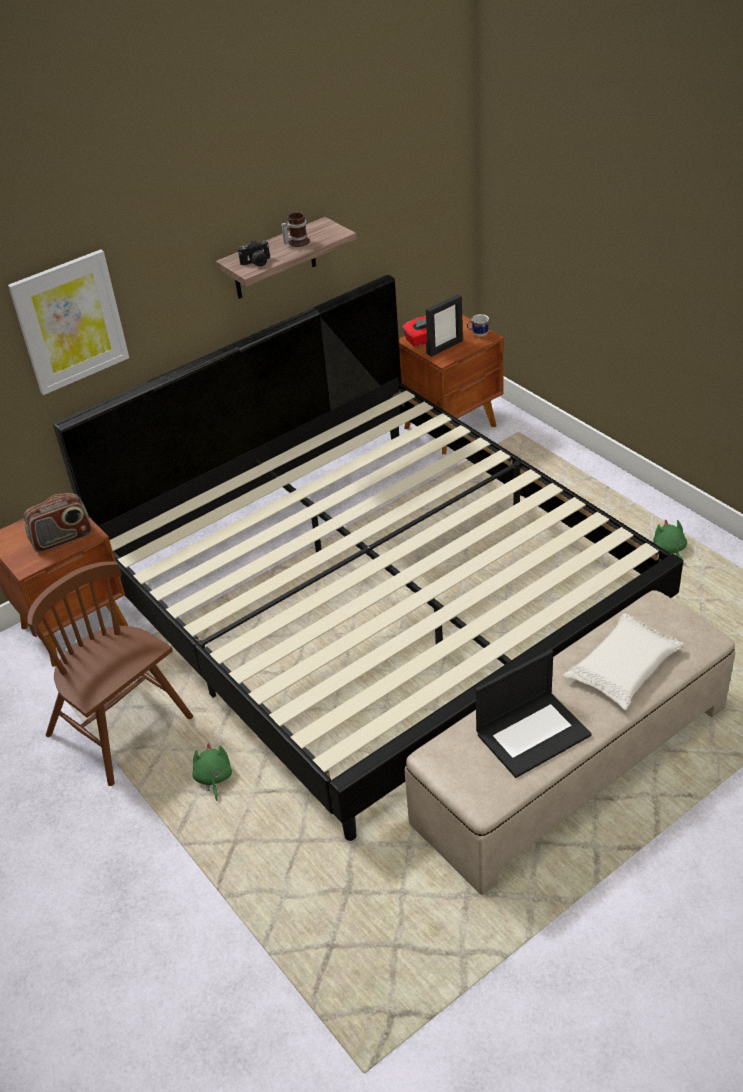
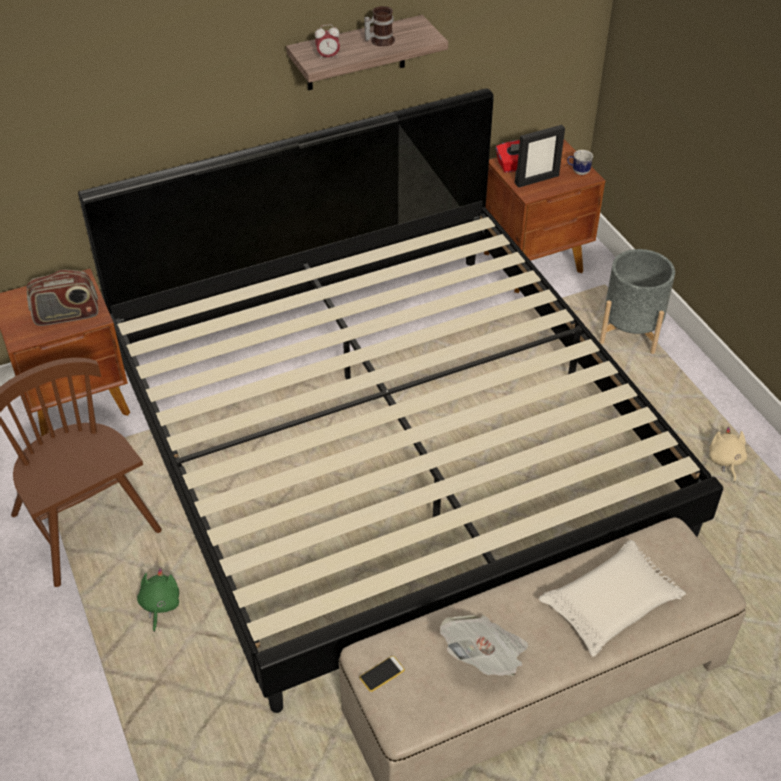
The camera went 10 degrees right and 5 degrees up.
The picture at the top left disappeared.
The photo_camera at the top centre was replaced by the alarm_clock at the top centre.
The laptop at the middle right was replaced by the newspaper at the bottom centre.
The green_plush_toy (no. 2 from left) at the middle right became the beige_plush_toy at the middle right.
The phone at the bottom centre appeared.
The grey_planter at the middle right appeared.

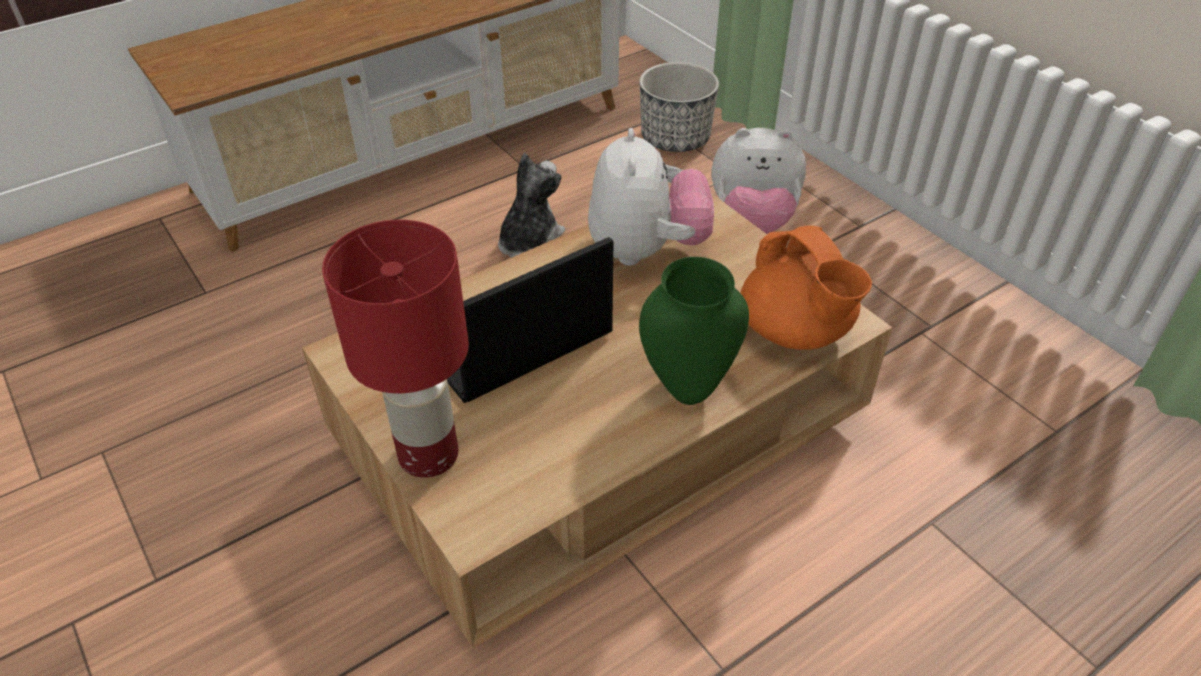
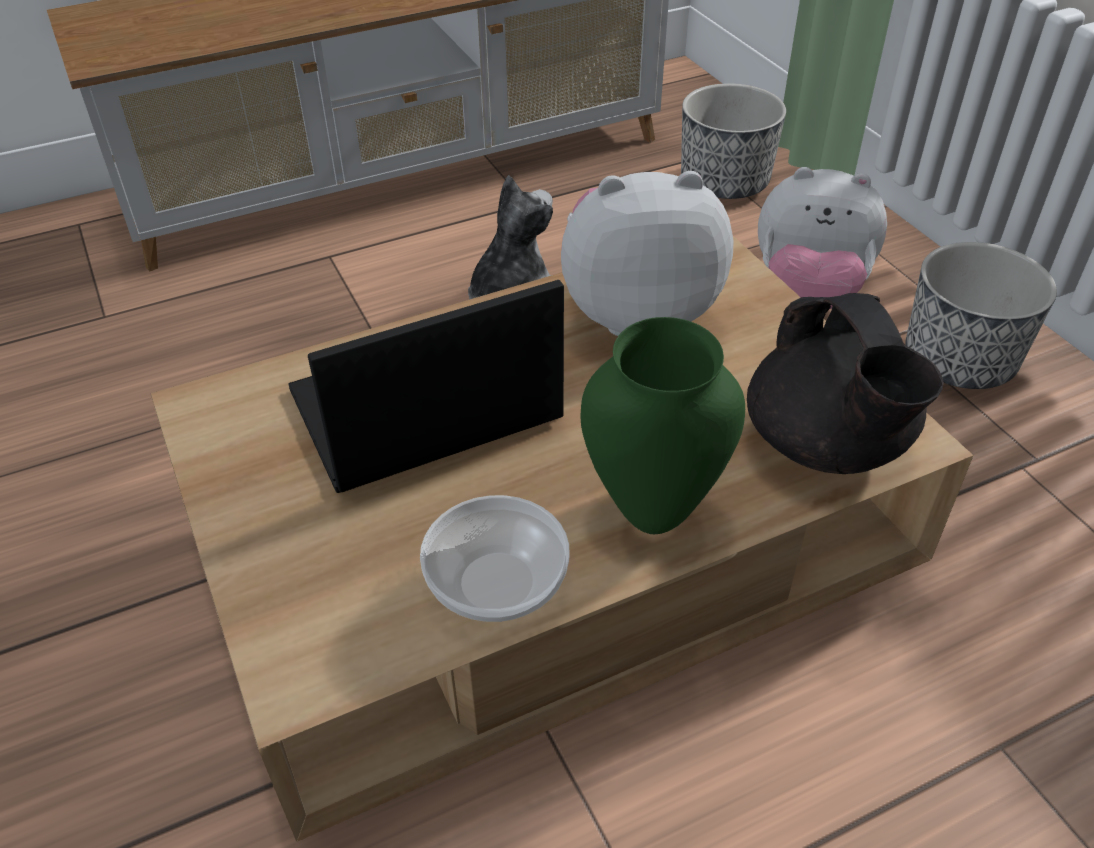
The camera went 10 degrees right and 0 degrees up.
The red_table_lamp at the middle left disappeared.
The plush_toy (no. 2 from left) at the top centre turned 105 degrees counterclockwise.
The orange_teapot at the middle right became the black_teapot at the middle right.
The bowl at the centre appeared.
The planter (no. 2 from left) at the middle right appeared.

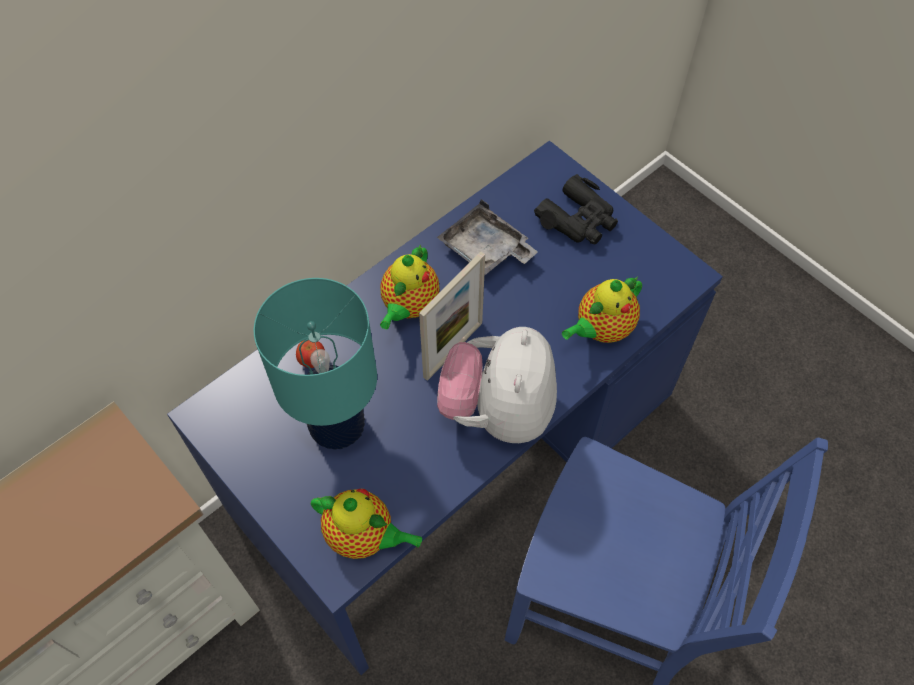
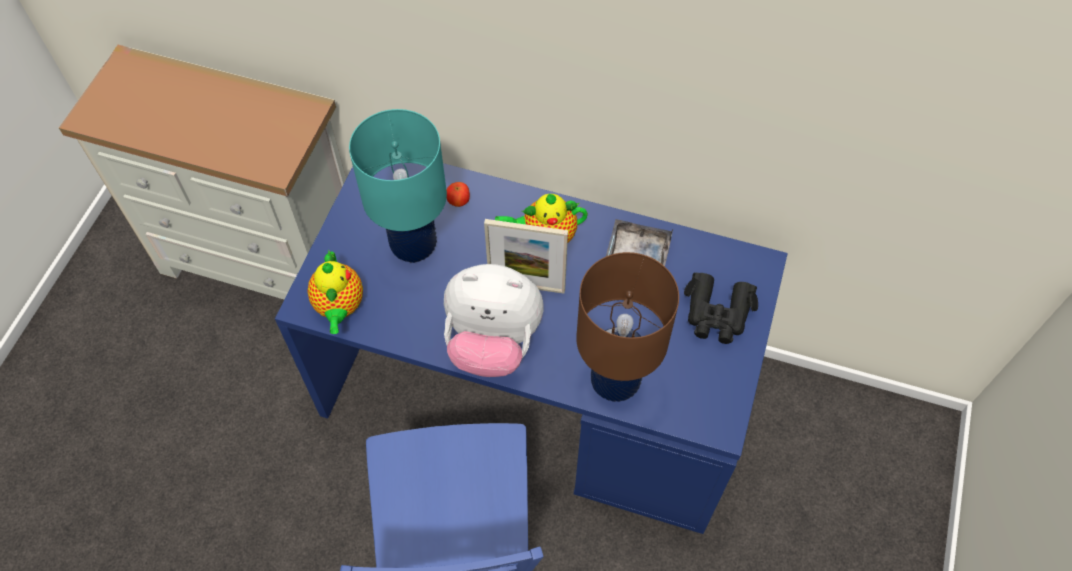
The camera went 60 degrees right and 0 degrees up.
The plush_toy at the centre turned 150 degrees counterclockwise.
The teapot (no. 3 from left) at the centre was replaced by the brown_table_lamp at the centre.

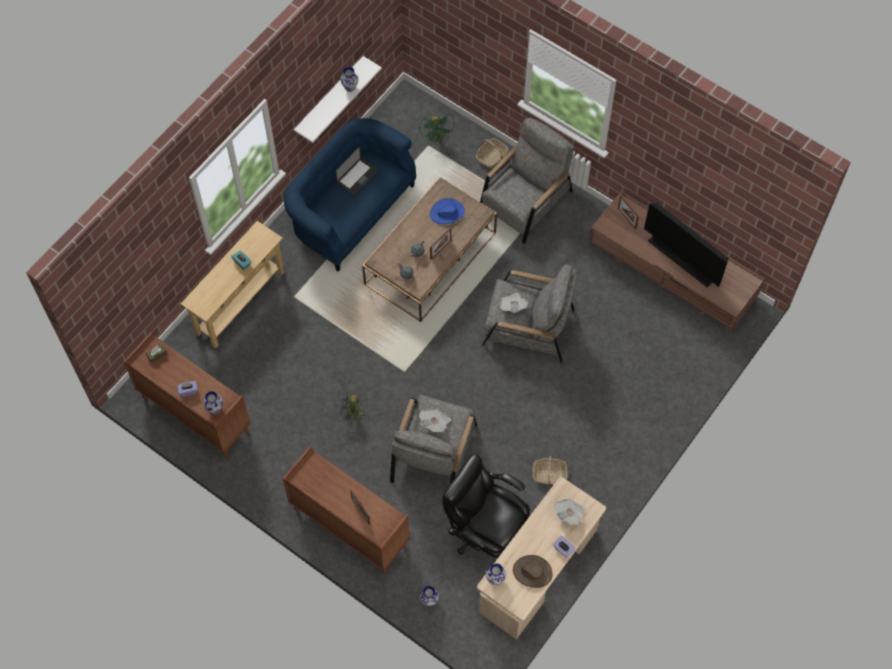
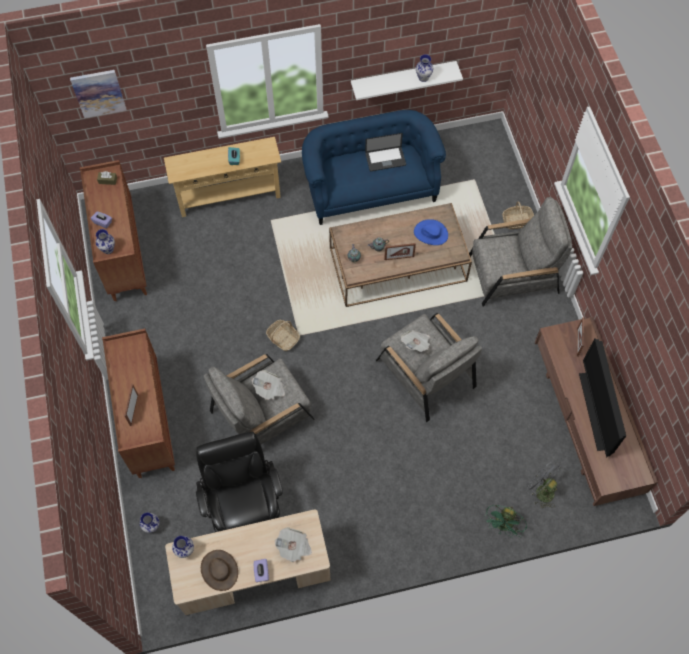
The camera went 40 degrees right and 0 degrees up.
The grey_fan moved from the centre to the bottom right.
The green_fan moved from the top centre to the bottom right.
The basket (no. 2 from left in the first image) moved from the bottom centre to the centre.
The picture at the top left appeared.

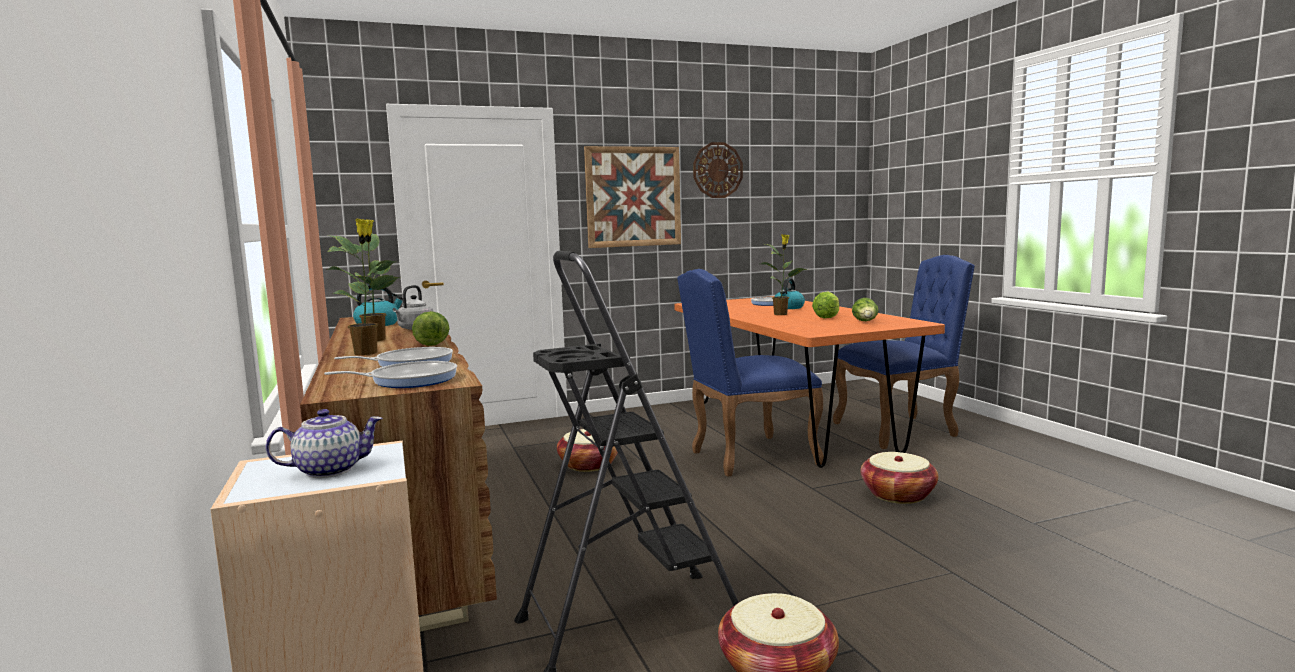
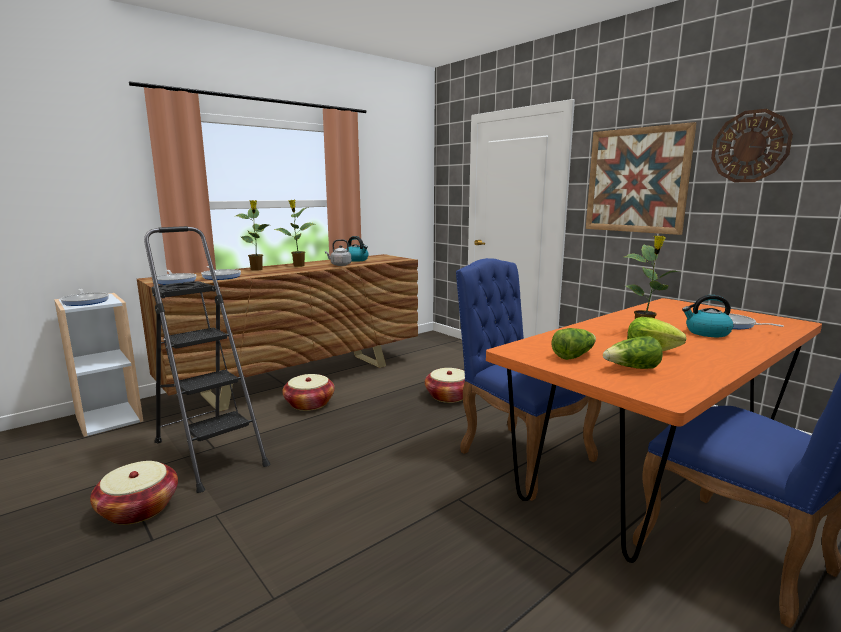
The camera went 70 degrees right and 5 degrees up.
The teapot at the middle left was replaced by the frying_pan (no. 1 from left) at the middle left.
The lettuce (no. 1 from left) moved from the middle left to the middle right.
The basket (no. 3 from left in the first image) moved from the bottom right to the centre.

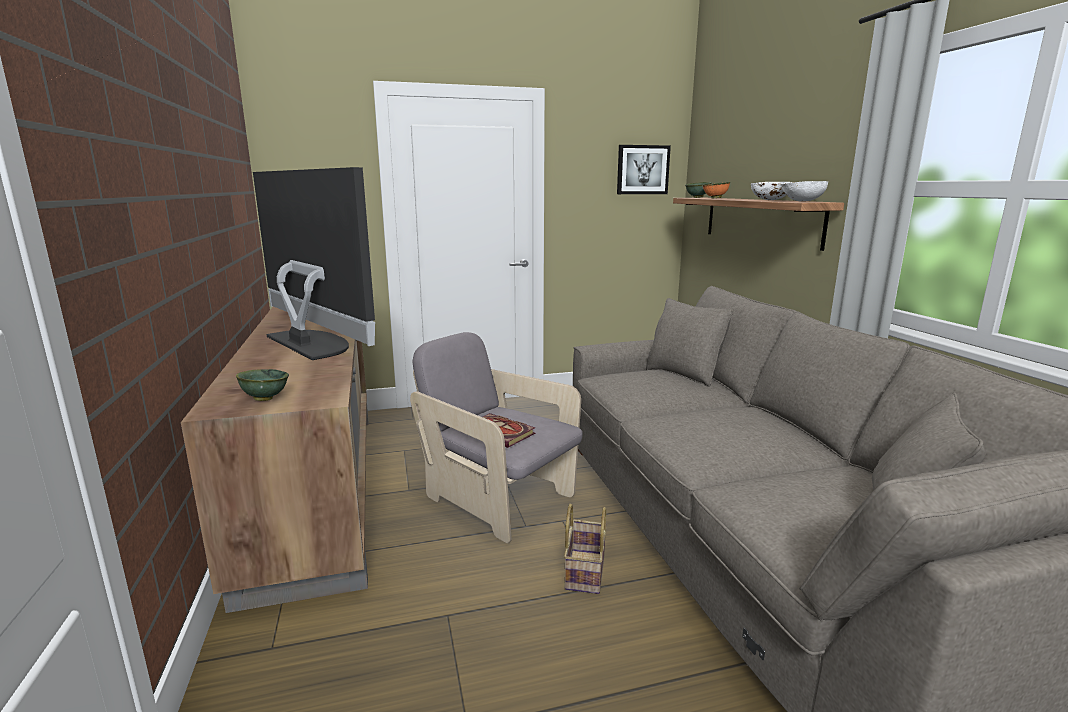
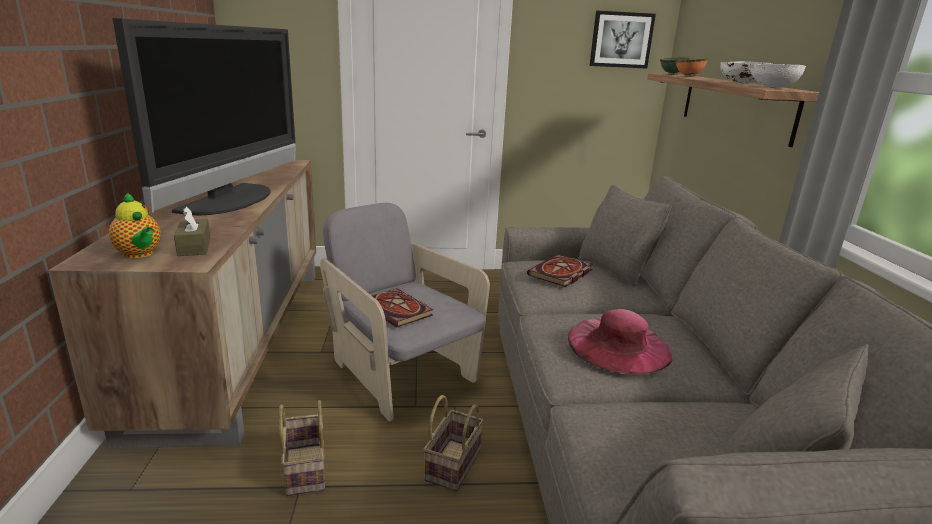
The camera went 10 degrees right and 5 degrees up.
The green_bowl (no. 1 from left) at the middle left was replaced by the teapot at the middle left.
The television at the middle left turned 45 degrees clockwise.
The brown_tissue_box at the middle left appeared.
The basket (no. 1 from left) at the bottom left appeared.
The book (no. 2 from left) at the centre appeared.
The pink_hat at the centre appeared.

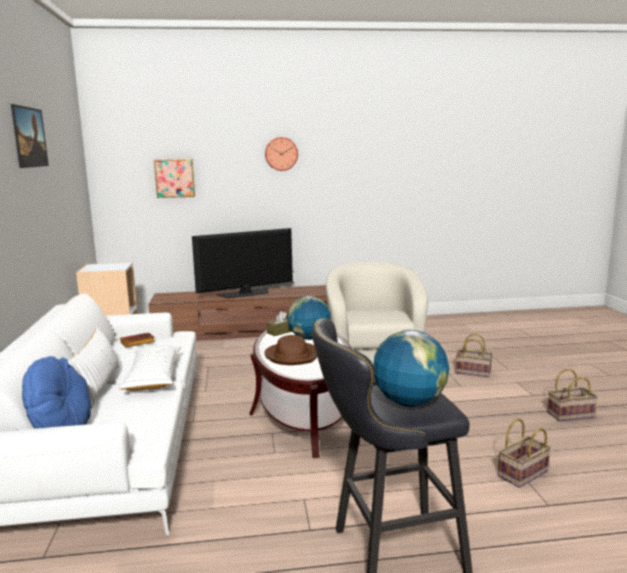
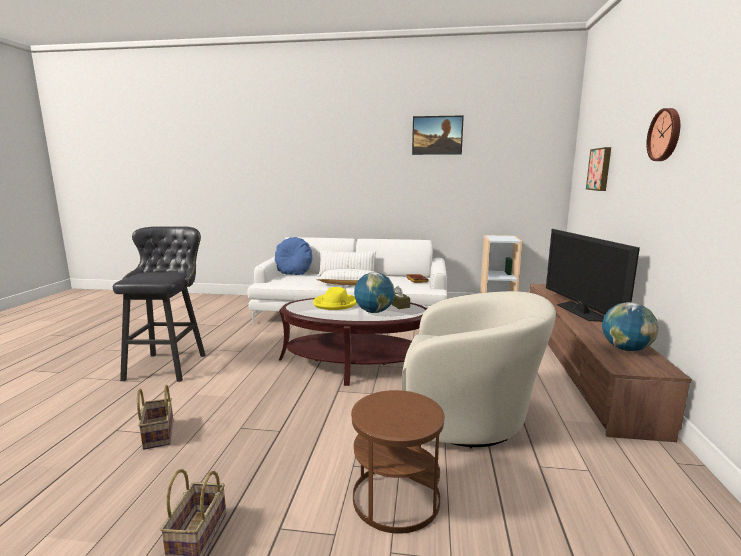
The camera went 105 degrees right and 0 degrees up.
The brown_hat at the centre became the yellow_hat at the centre.
The globe (no. 2 from left) moved from the centre to the middle right.
The basket (no. 1 from left) at the middle right was replaced by the brown_side_table at the bottom centre.

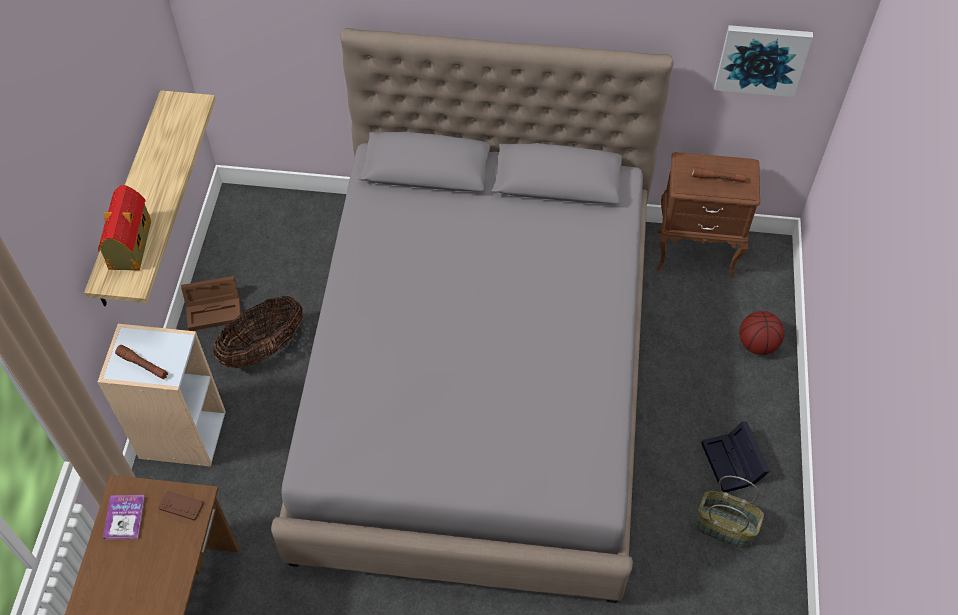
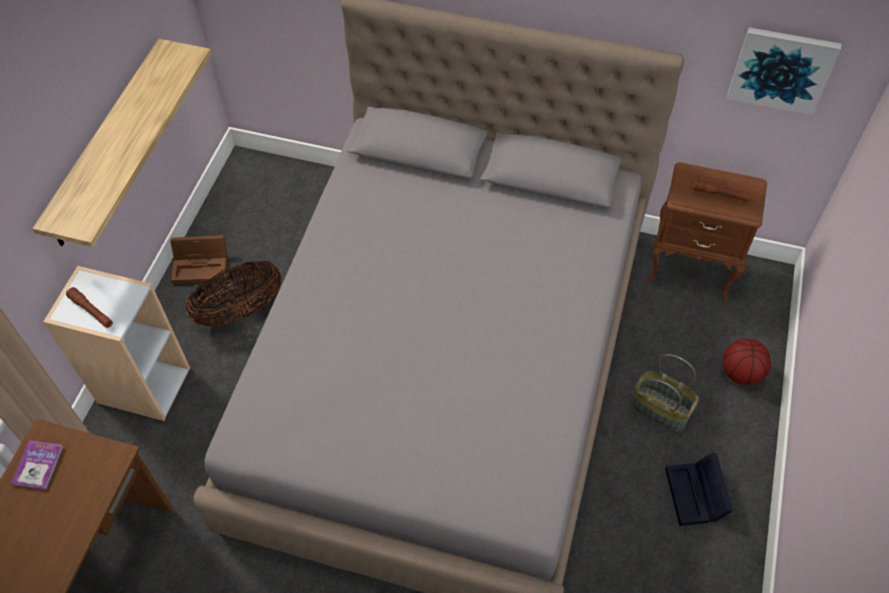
The camera went 10 degrees right and 0 degrees up.
The toy_house at the middle left disappeared.
The brown_game_controller at the bottom left disappeared.
The basket (no. 2 from left) moved from the bottom right to the middle right.

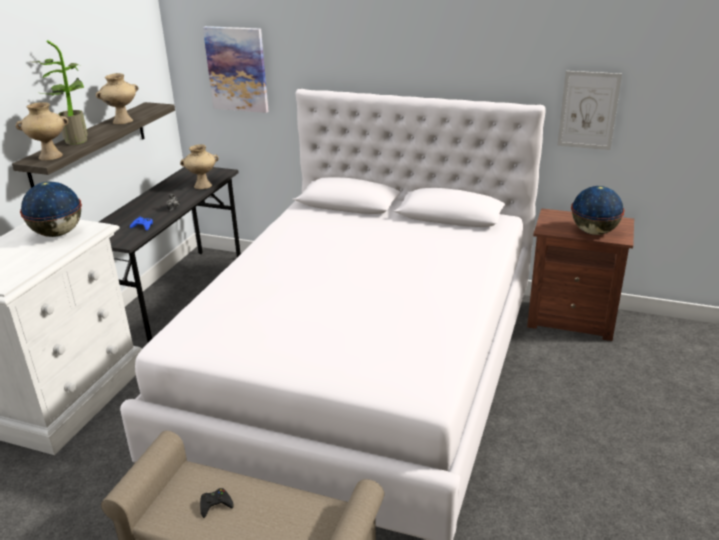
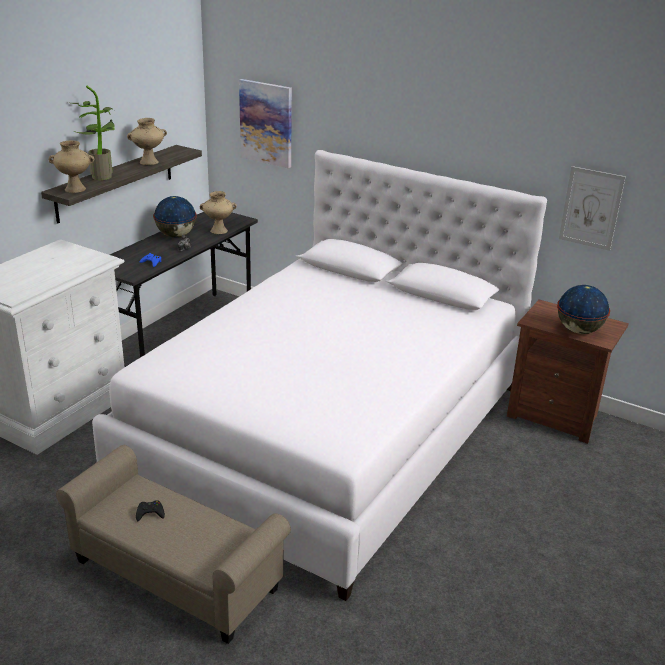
The camera went 10 degrees right and 0 degrees up.
The globe (no. 1 from left) moved from the middle left to the top left.

